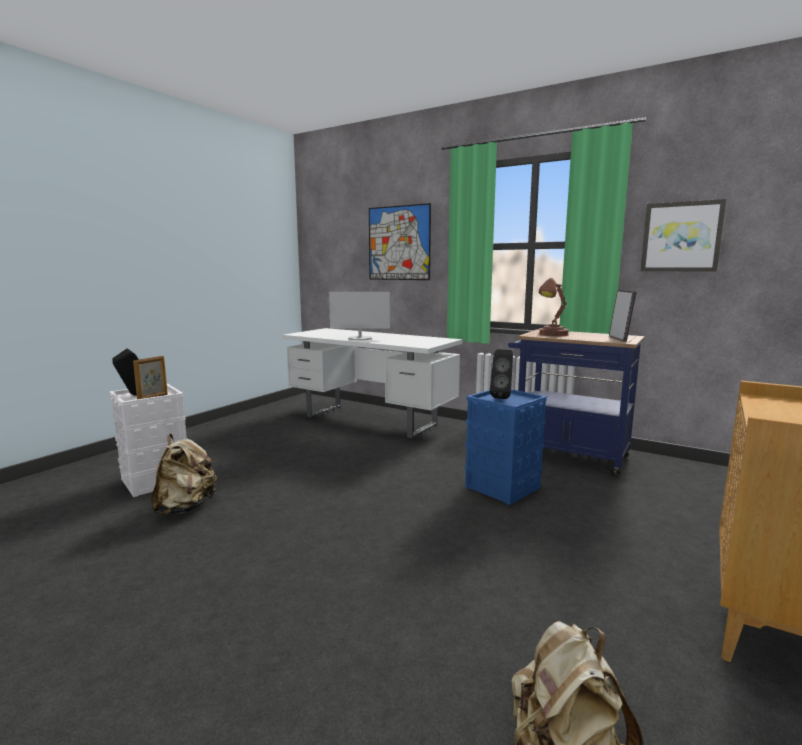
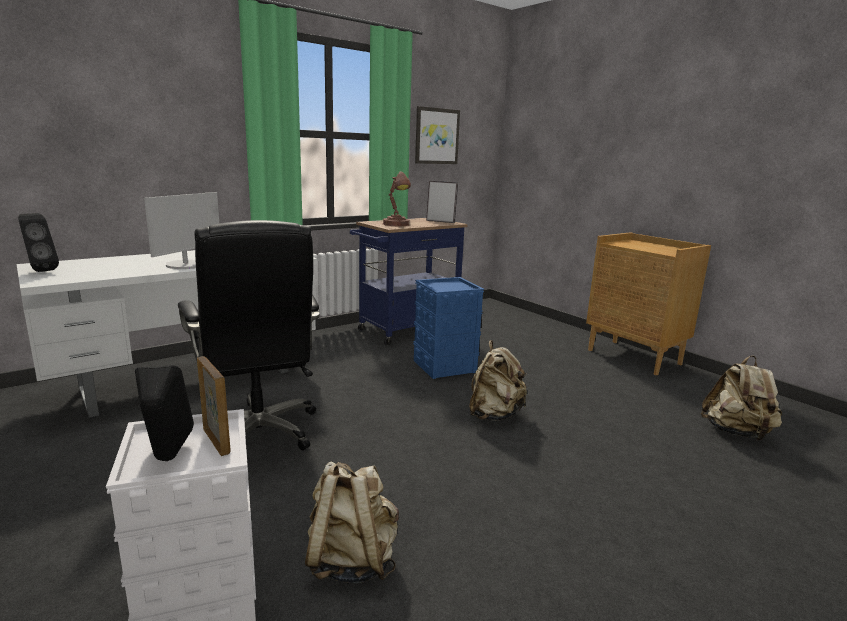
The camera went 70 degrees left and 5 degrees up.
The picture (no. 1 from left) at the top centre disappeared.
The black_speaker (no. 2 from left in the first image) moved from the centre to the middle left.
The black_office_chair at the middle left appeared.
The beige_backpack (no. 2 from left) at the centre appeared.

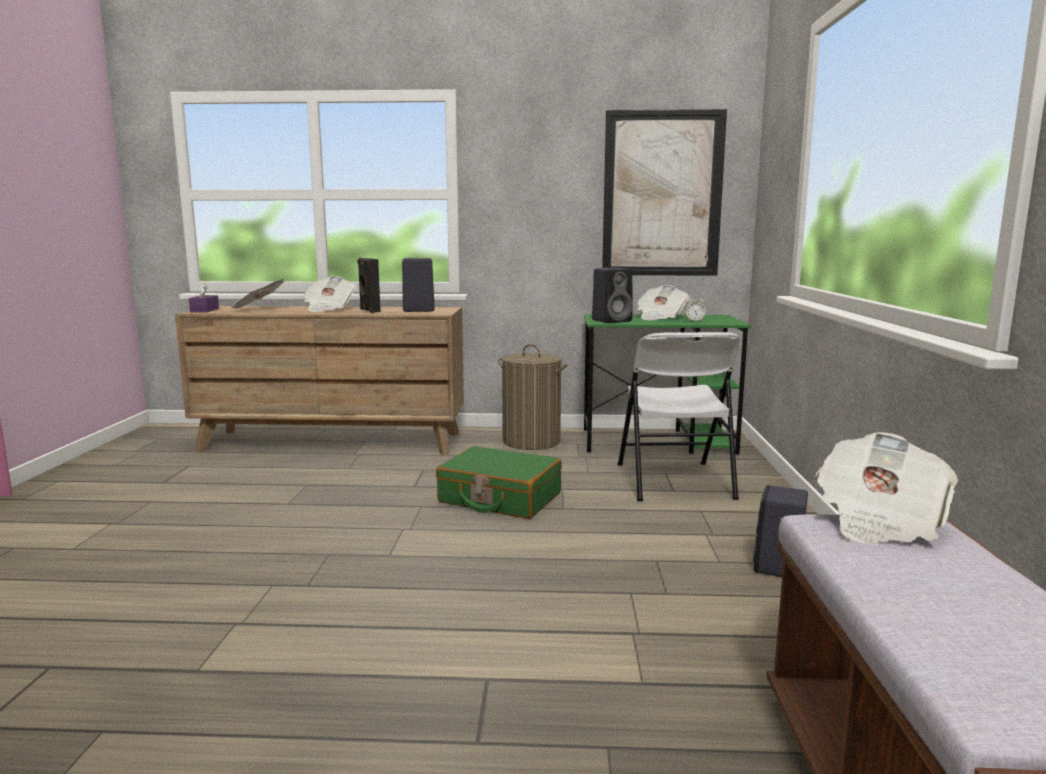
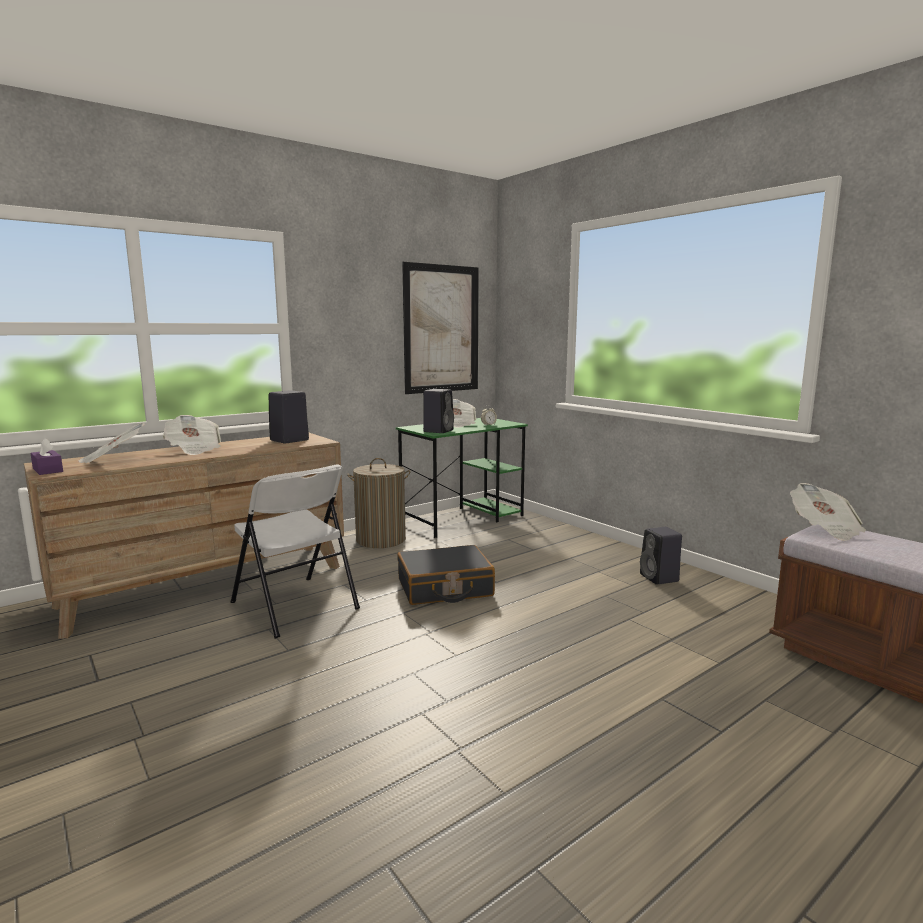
The camera went 40 degrees left and 0 degrees up.
The black_speaker (no. 1 from left) at the centre disappeared.
The green_suitcase at the centre became the black_suitcase at the centre.
The white_chair moved from the centre to the middle left.

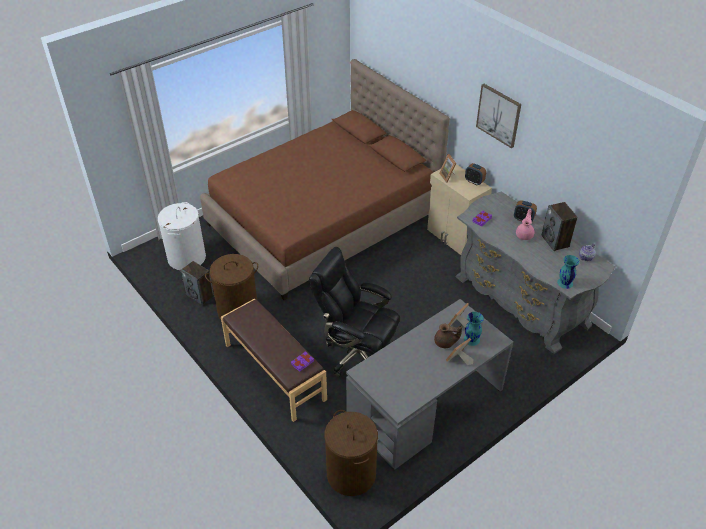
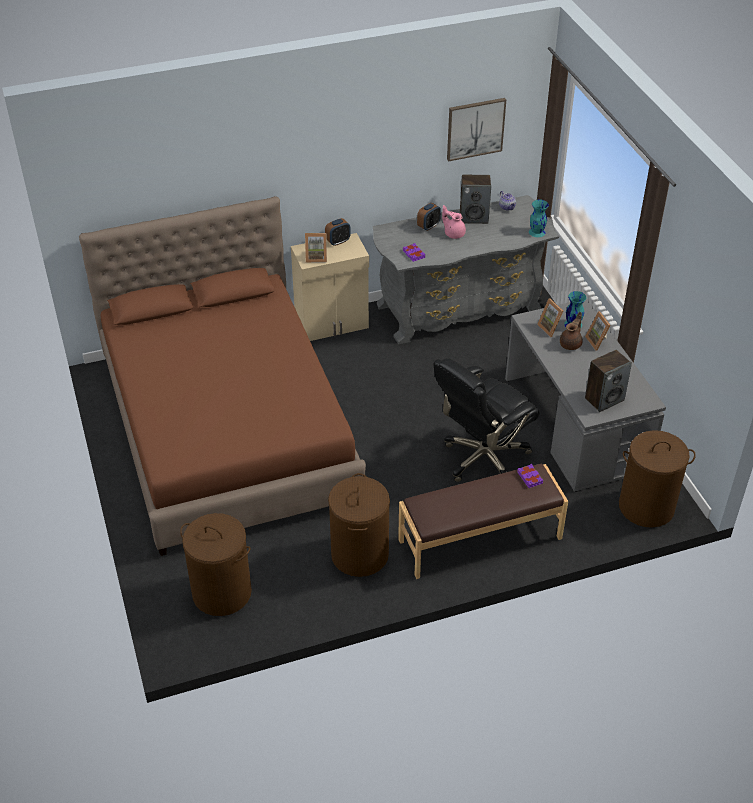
The camera went 70 degrees left and 0 degrees up.
The white_laundry_basket at the middle left became the brown_laundry_basket (no. 1 from left) at the bottom left.
The speaker (no. 1 from left in the first image) moved from the middle left to the middle right.
The picture moved from the top right to the top centre.

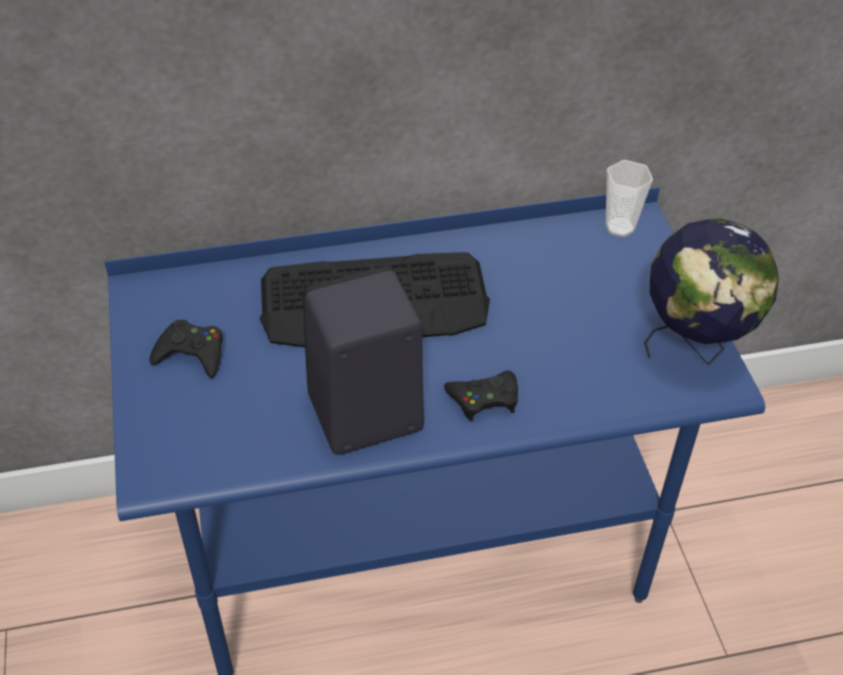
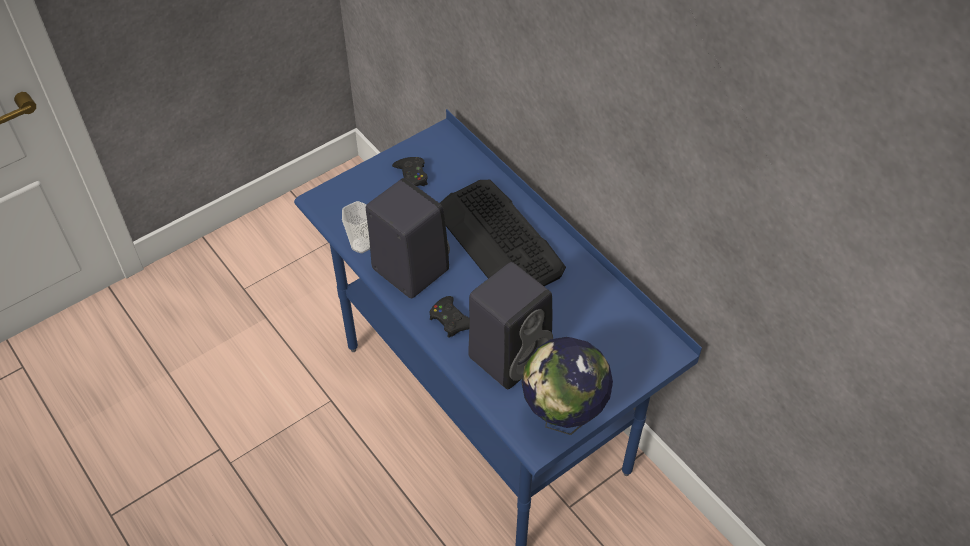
The camera went 65 degrees right and 5 degrees up.
The cup moved from the top right to the centre.
The black_speaker (no. 2 from left) at the centre appeared.

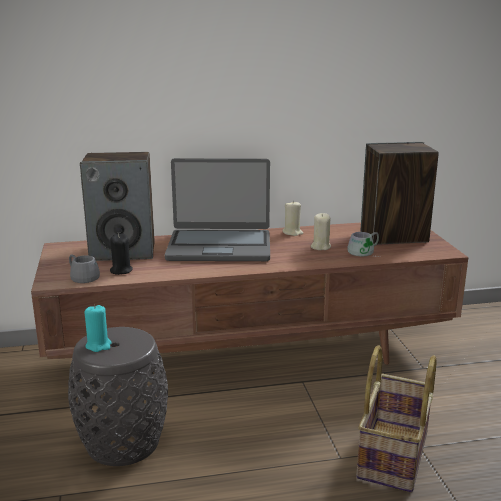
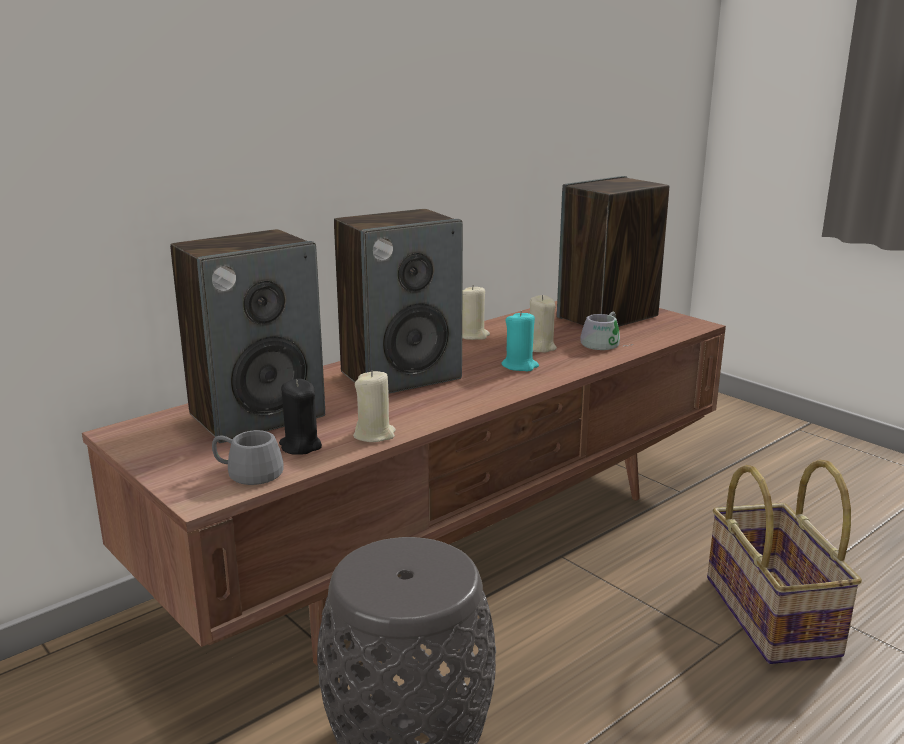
The camera went 30 degrees left and 0 degrees up.
The turquoise_candle moved from the middle left to the centre.
The laptop at the centre was replaced by the speaker (no. 2 from left) at the centre.
The beige_candle (no. 1 from left) at the centre appeared.

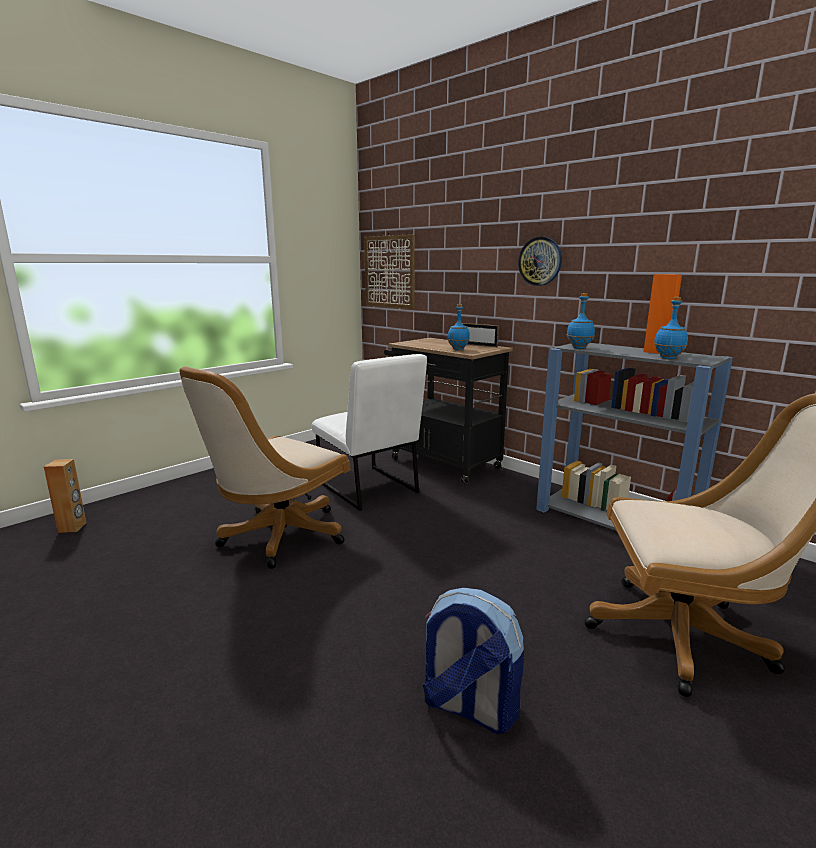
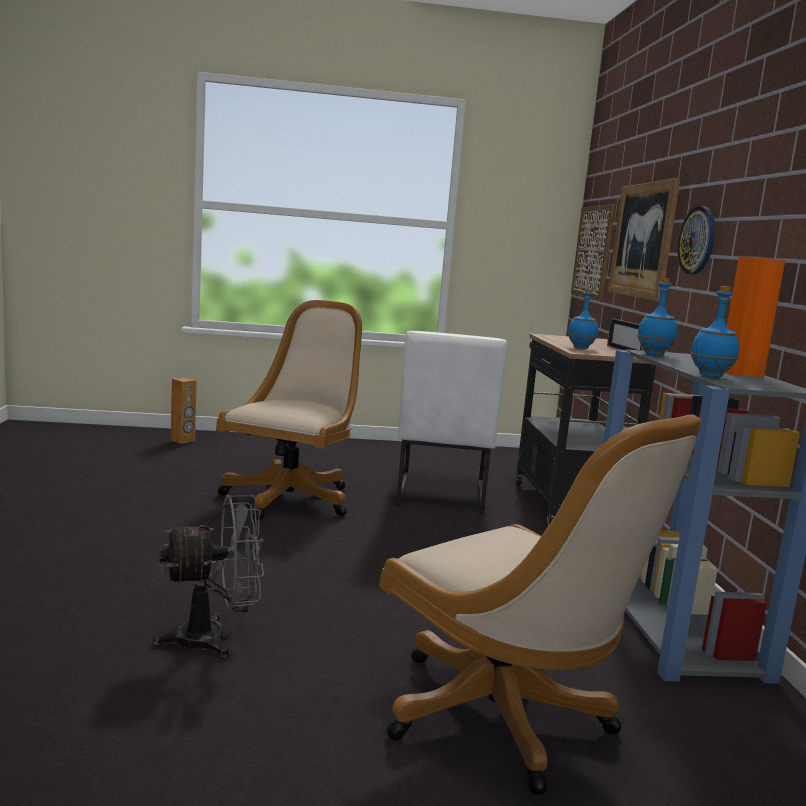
The camera went 40 degrees right and 5 degrees down.
The office_chair (no. 1 from left) at the middle left turned 120 degrees clockwise.
The backpack at the bottom centre was replaced by the grey_fan at the bottom left.
The picture (no. 2 from left) at the top right appeared.

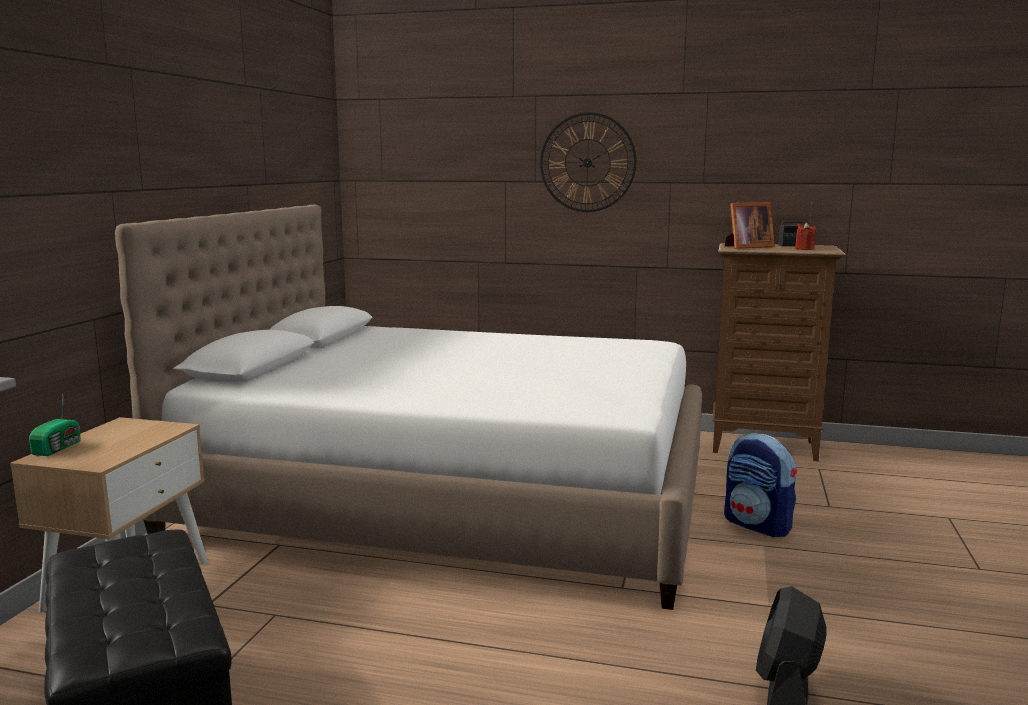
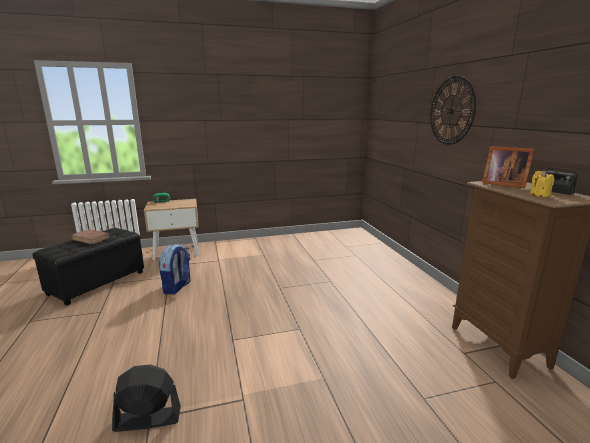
The camera went 60 degrees right and 5 degrees up.
The white_bed at the centre disappeared.
The backpack moved from the bottom right to the middle left.
The red_candle at the middle right became the yellow_candle at the middle right.
The brown_book at the middle left appeared.

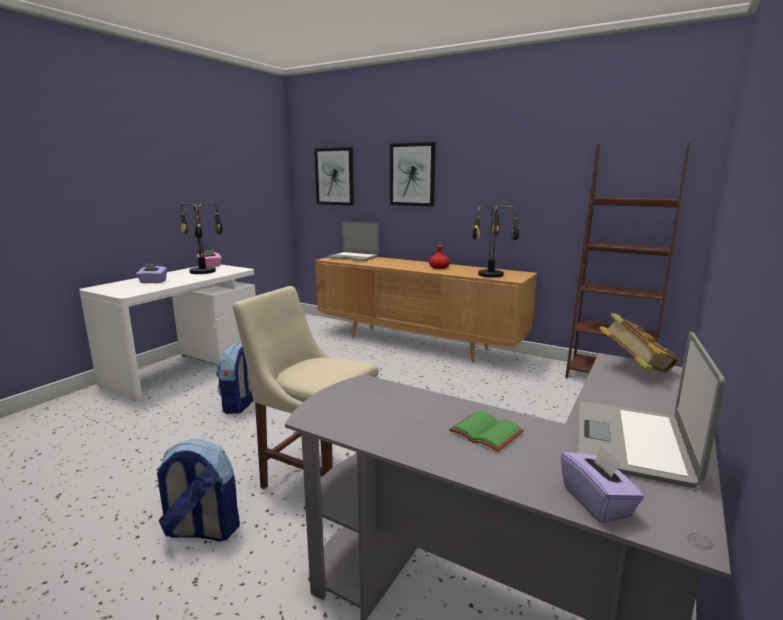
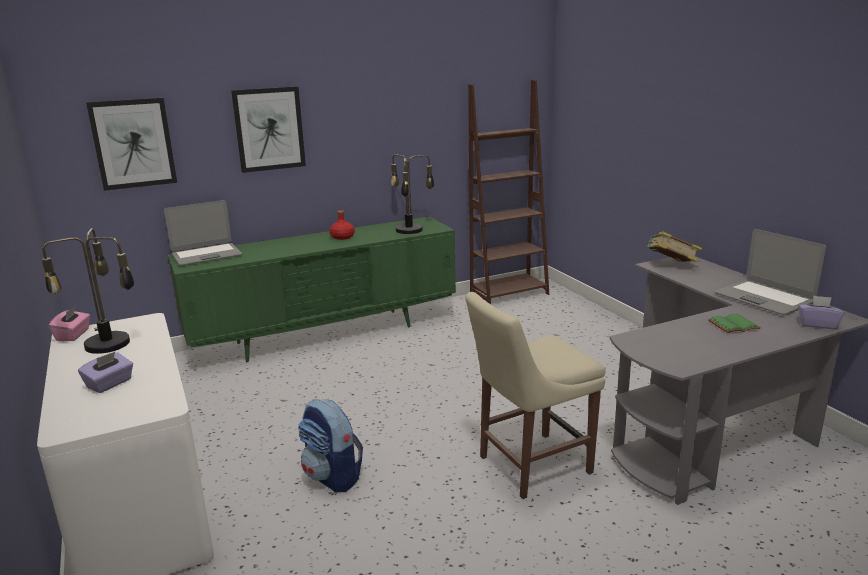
The camera went 55 degrees left and 5 degrees up.
The backpack (no. 1 from left) at the bottom left disappeared.
The brown_cabinet at the centre became the green_cabinet at the centre.

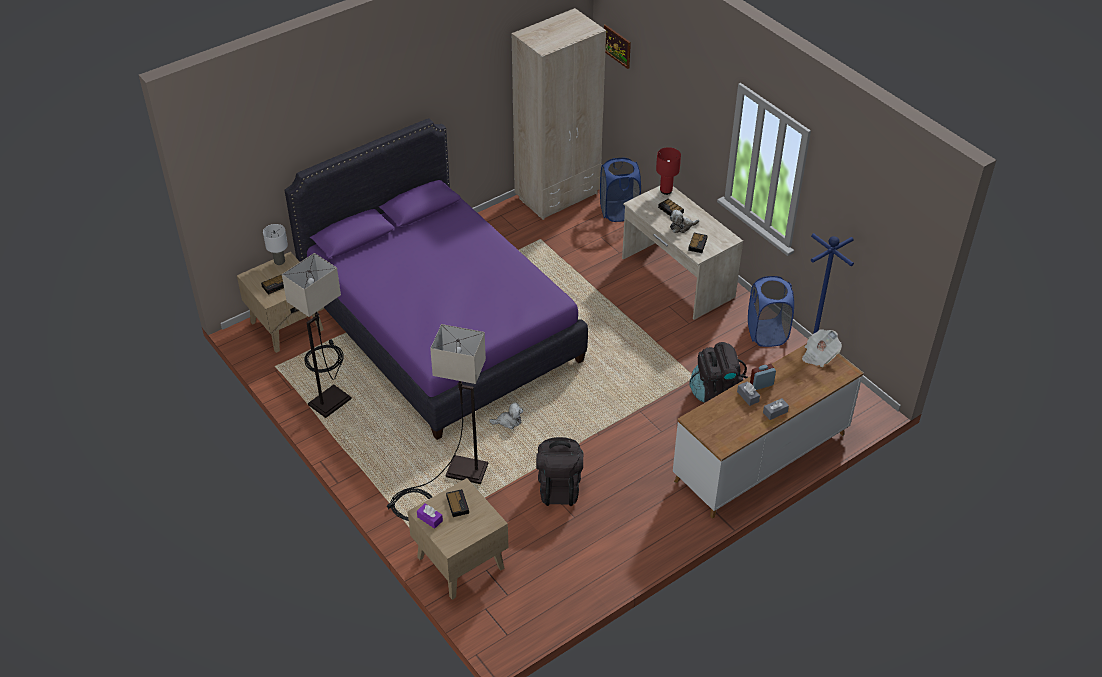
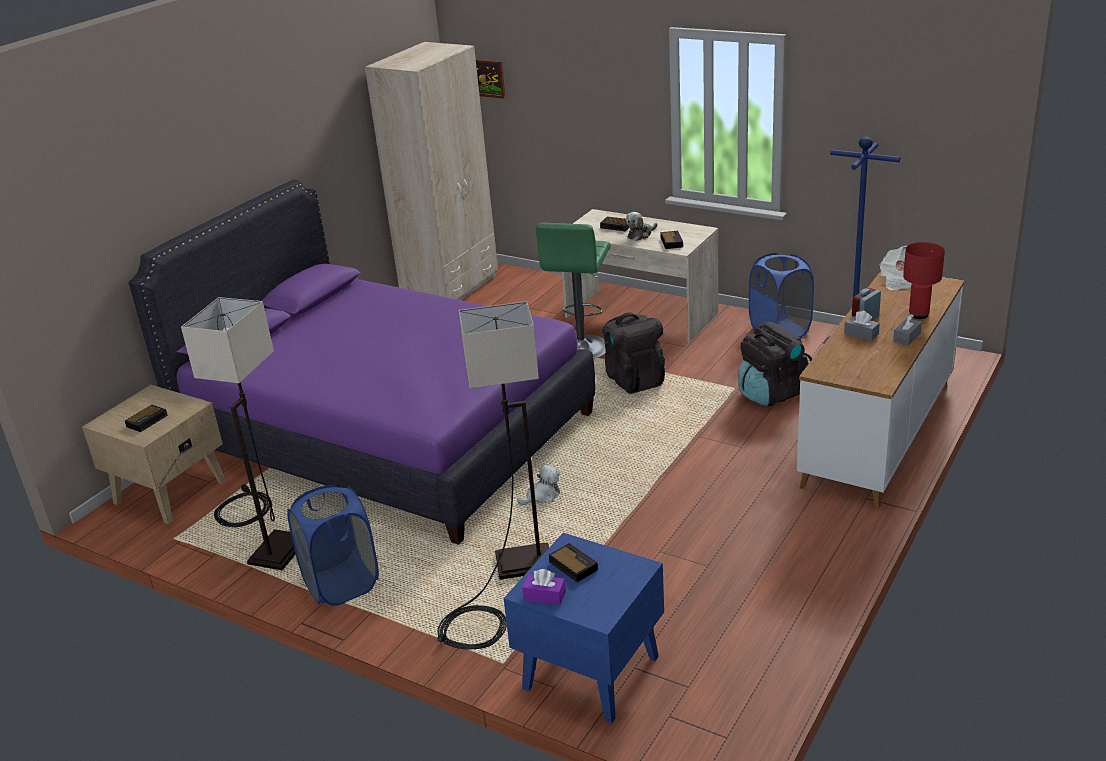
The camera went 20 degrees left and 15 degrees down.
The white_table_lamp at the middle left disappeared.
The beige_nightstand (no. 2 from left) at the bottom centre became the blue_nightstand at the bottom centre.
The black_backpack (no. 1 from left) moved from the bottom centre to the centre.
The blue_laundry_basket (no. 1 from left) moved from the top centre to the bottom left.
The red_table_lamp moved from the top centre to the middle right.
The green_stool at the centre appeared.

